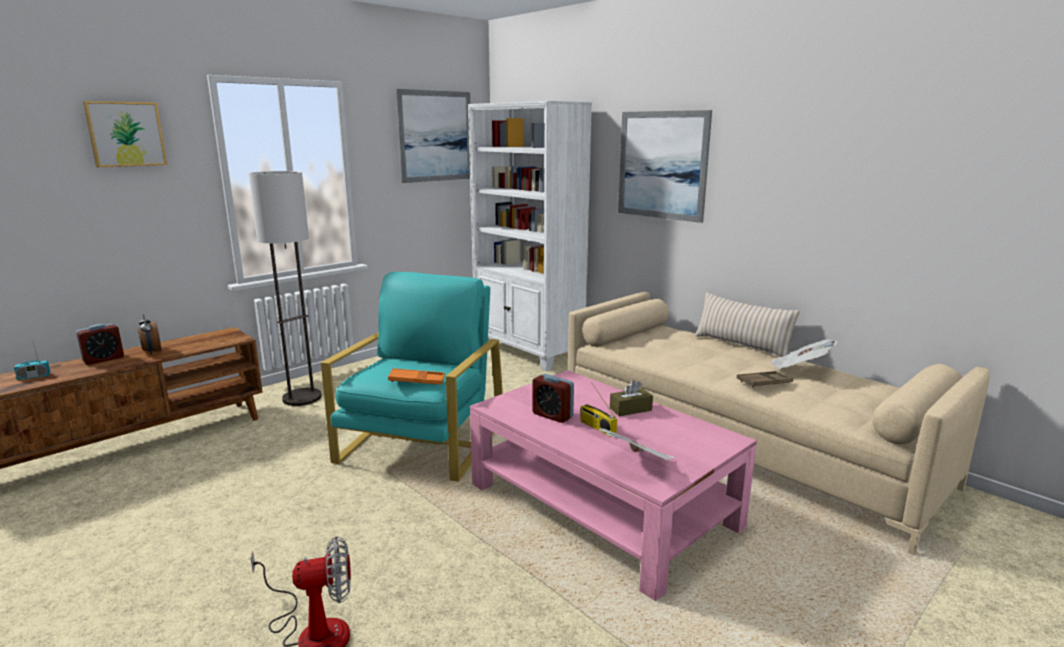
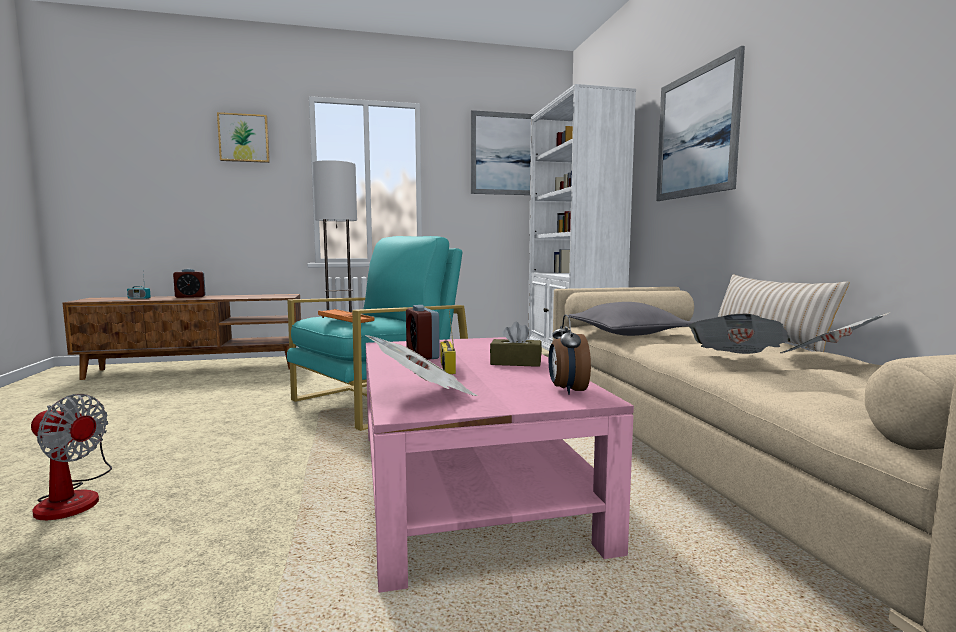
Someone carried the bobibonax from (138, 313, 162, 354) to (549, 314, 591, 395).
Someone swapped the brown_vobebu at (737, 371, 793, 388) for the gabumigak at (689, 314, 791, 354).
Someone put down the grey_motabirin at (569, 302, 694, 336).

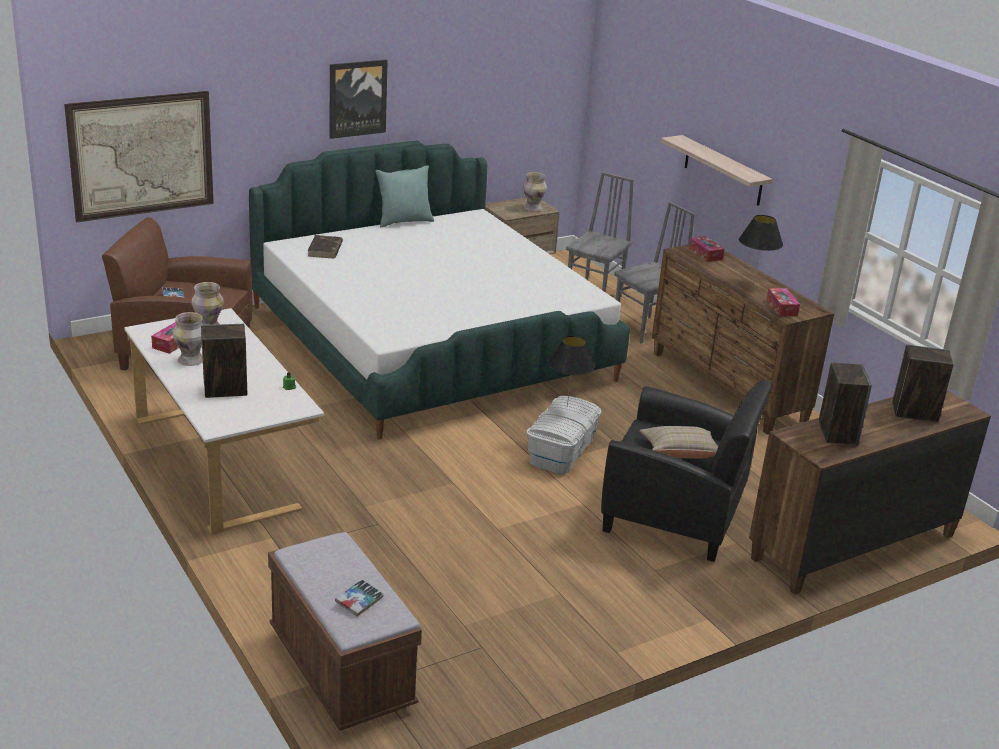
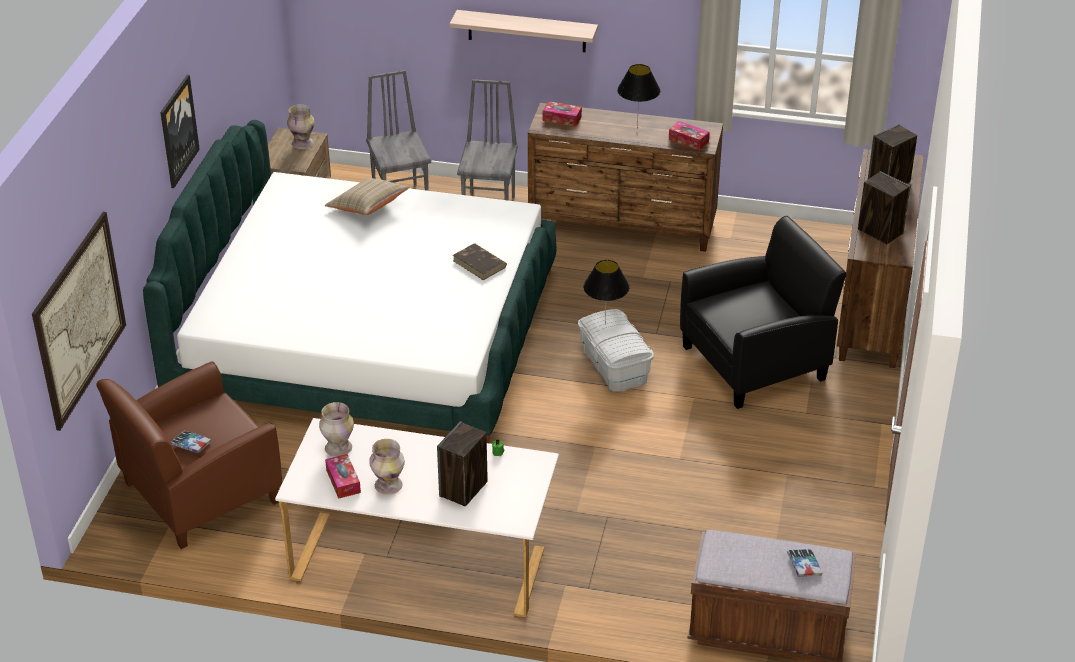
Someone carried the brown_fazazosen from (308, 235, 343, 259) to (453, 243, 507, 280).
Someone took away the turquoise_motabirin at (375, 165, 434, 227).
Someone carried the beige_motabirin from (639, 426, 718, 459) to (325, 178, 410, 215).

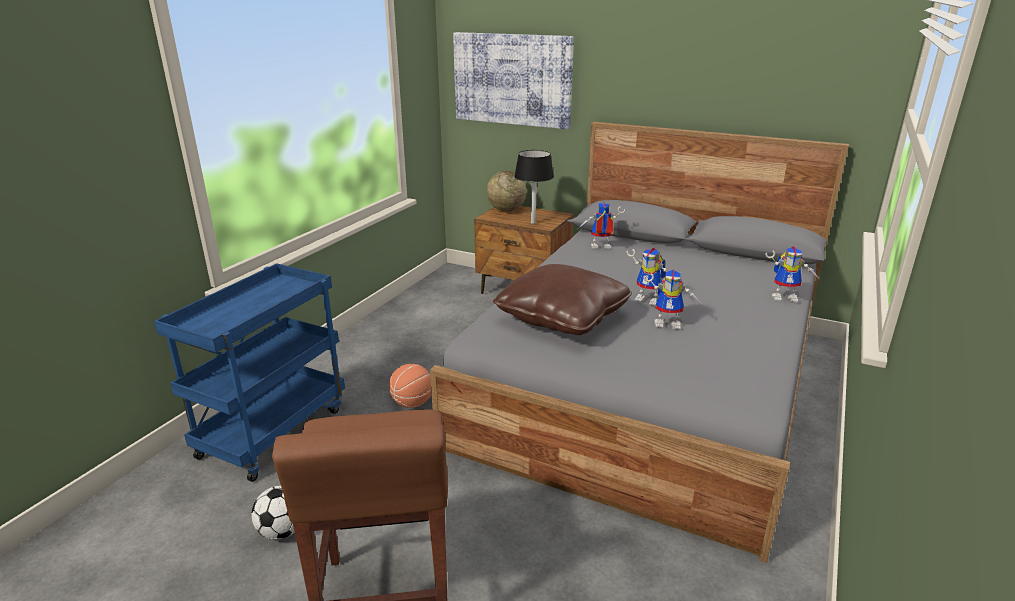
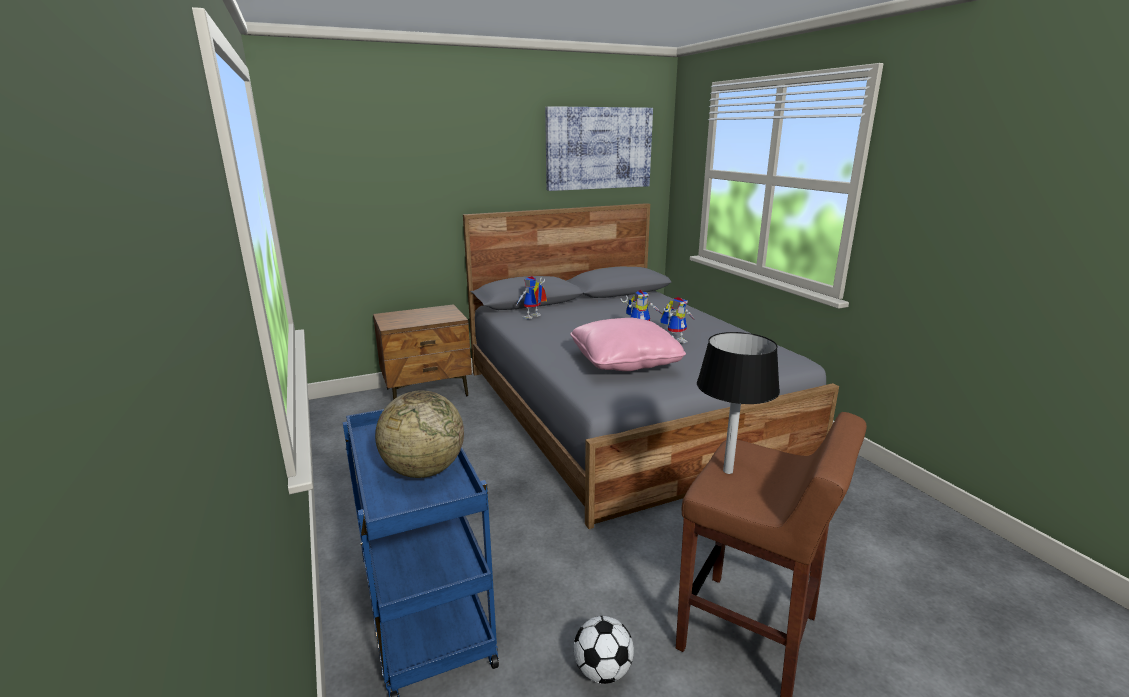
Someone took away the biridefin at (389, 364, 432, 408).
Someone carried the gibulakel from (453, 32, 574, 129) to (545, 106, 653, 191).
Someone carried the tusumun from (487, 171, 527, 212) to (375, 390, 464, 478).
Someone repainted the brown_motabirin at (493, 264, 632, 335), which became the pink_motabirin at (570, 318, 686, 371).
Someone carried the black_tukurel from (514, 150, 554, 224) to (697, 332, 780, 474).
Someone took away the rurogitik at (765, 246, 821, 302).

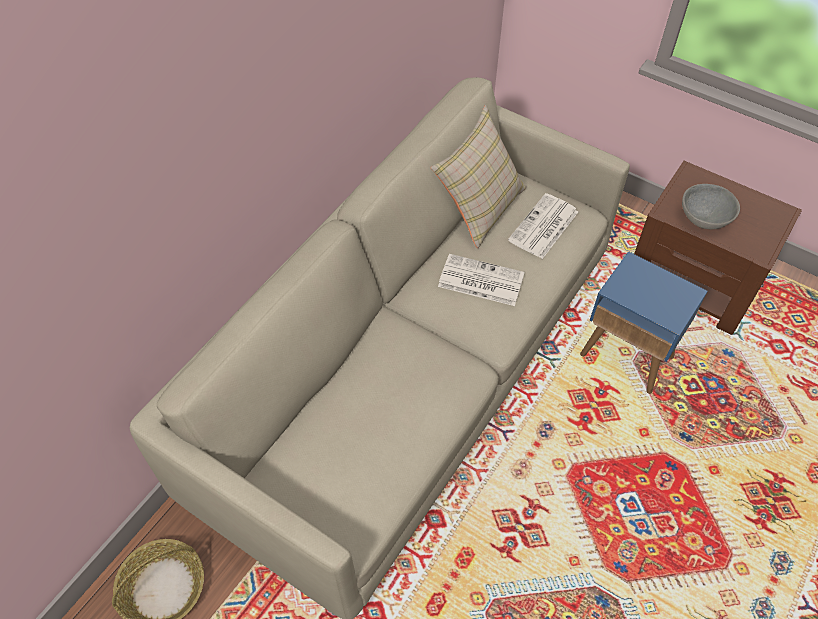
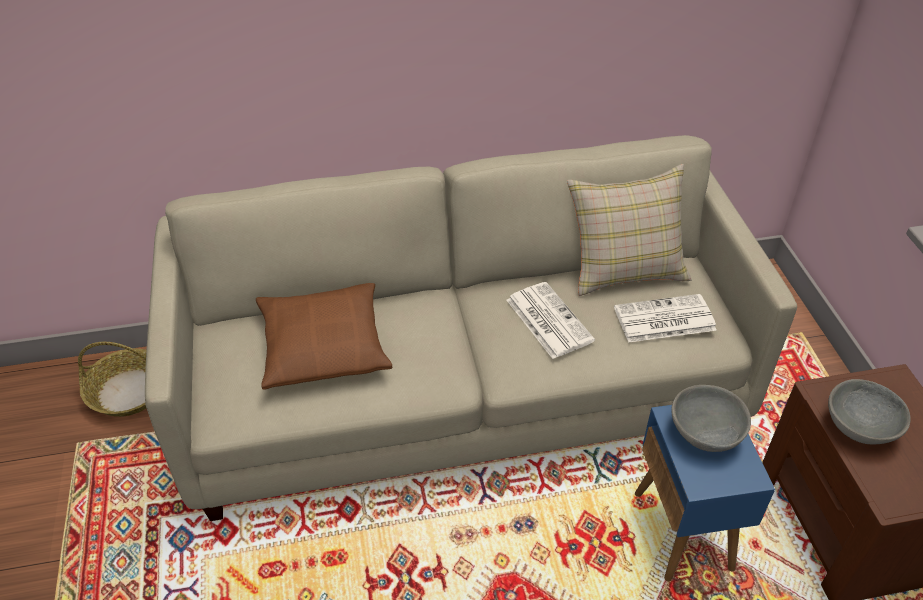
Someone put down the brown_motabirin at (256, 283, 392, 390).
Someone put down the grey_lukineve at (671, 385, 751, 452).

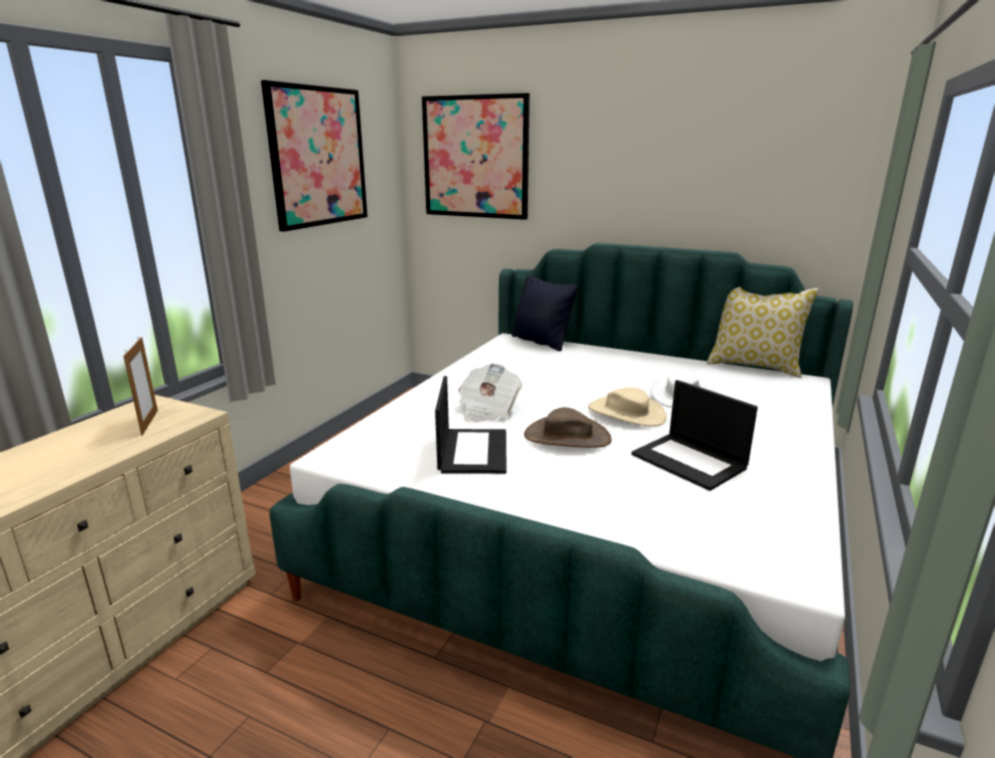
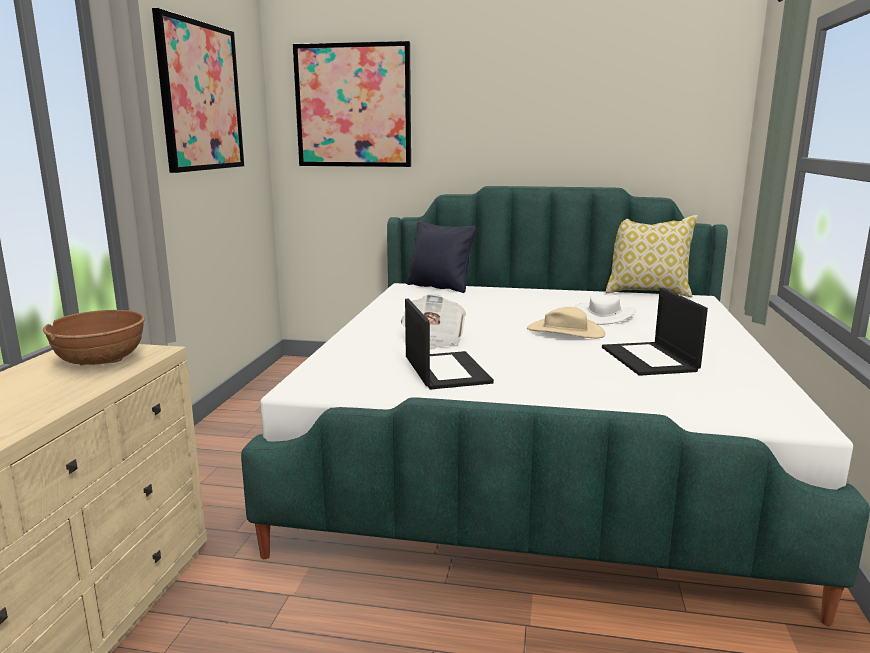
Someone swapped the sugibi at (123, 337, 158, 436) for the brown_lukineve at (43, 310, 145, 366).
Someone took away the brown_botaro at (524, 407, 612, 448).
Someone rotated the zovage at (631, 380, 758, 491) by 45 degrees clockwise.

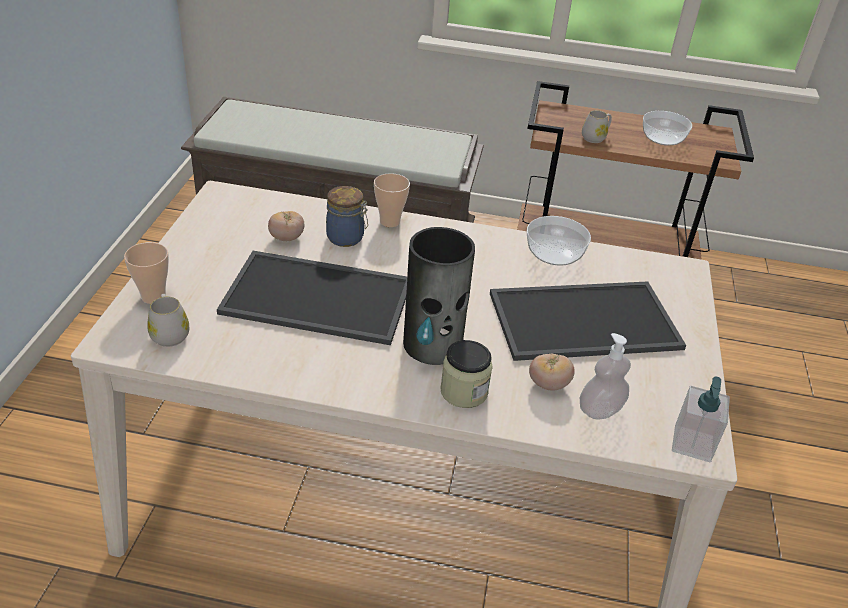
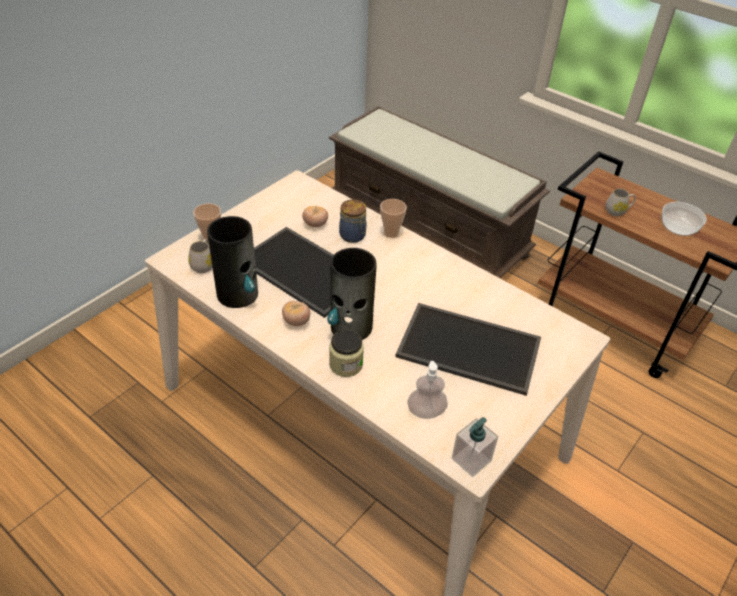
Someone took away the lukineve at (527, 216, 591, 266).
Someone carried the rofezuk from (529, 354, 575, 391) to (282, 301, 310, 326).
Someone put down the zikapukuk at (207, 216, 258, 308).

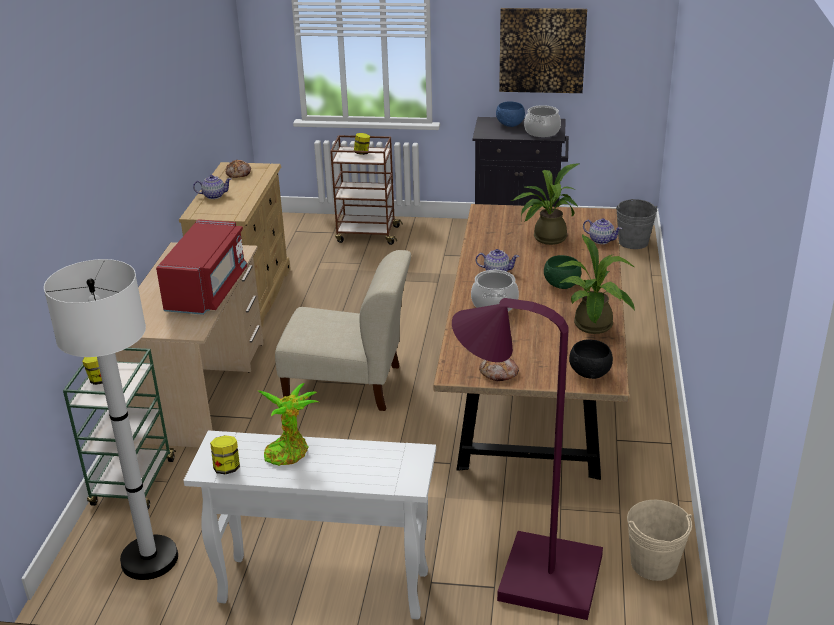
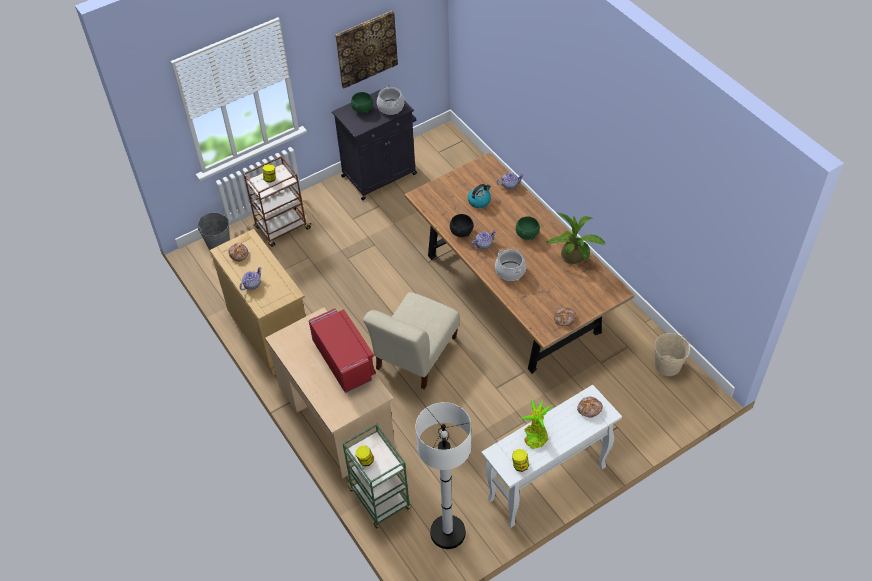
Someone rotated the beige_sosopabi at (275, 250, 411, 411) by 150 degrees clockwise.
Someone took away the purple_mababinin at (452, 298, 603, 620).
Someone repainted the blue_lukineve at (496, 102, 525, 127), which became the green_lukineve at (351, 92, 373, 113).
Someone swapped the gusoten at (511, 164, 579, 245) for the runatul at (468, 184, 491, 208).
Someone carried the black_lukineve from (569, 339, 613, 379) to (450, 214, 473, 237).
Someone carried the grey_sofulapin from (616, 199, 657, 249) to (197, 212, 230, 250).
Someone put down the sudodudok at (577, 397, 603, 417).

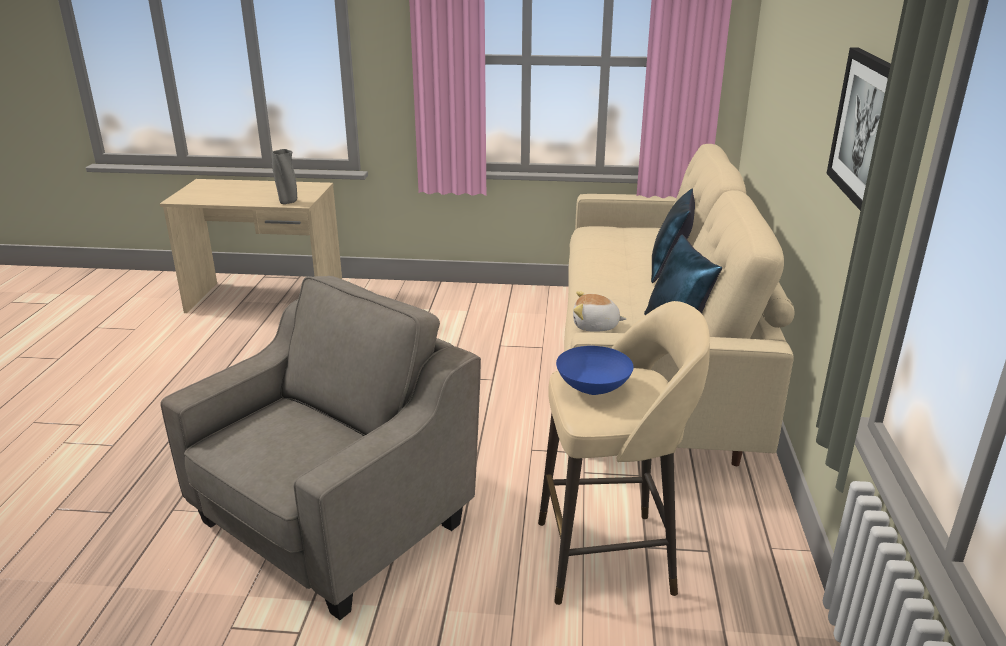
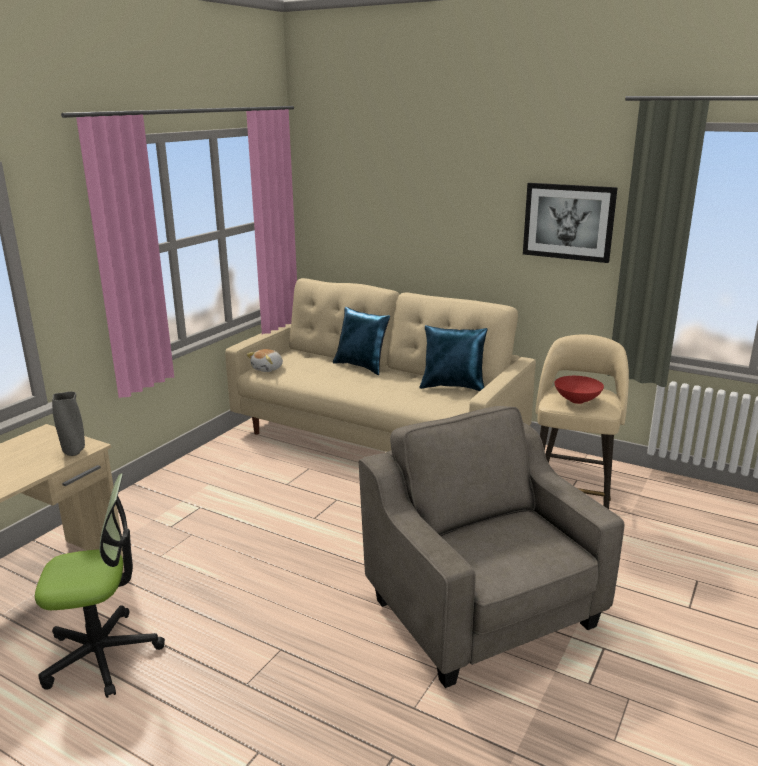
Someone repainted the blue_lukineve at (556, 346, 633, 395), which became the red_lukineve at (554, 376, 604, 404).
Someone carried the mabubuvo from (573, 291, 627, 332) to (247, 349, 283, 372).
Someone put down the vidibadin at (35, 473, 165, 698).

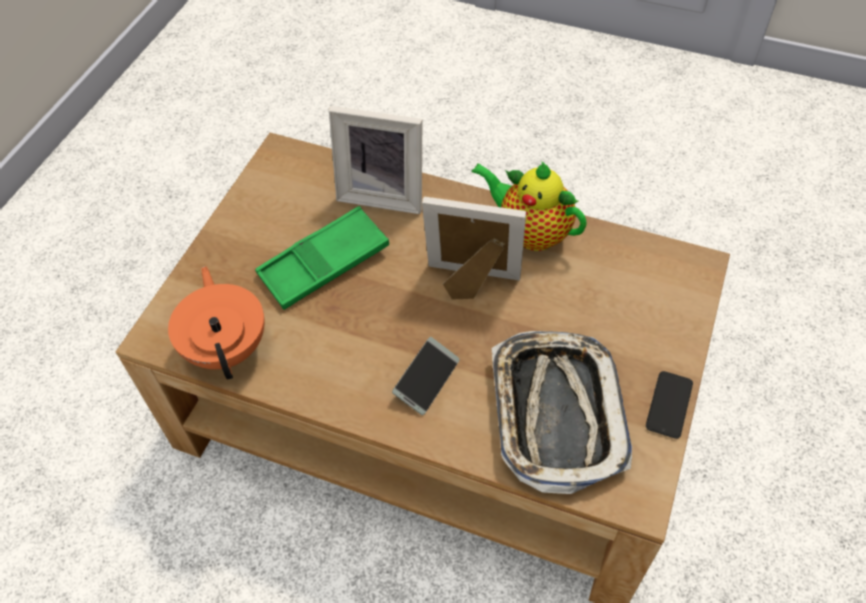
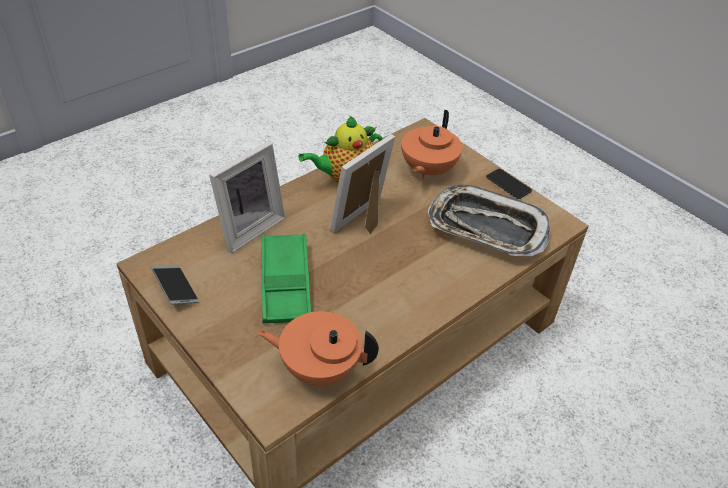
Someone carried the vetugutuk from (392, 337, 460, 415) to (151, 265, 199, 305).
Someone put down the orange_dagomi at (401, 109, 463, 179).

